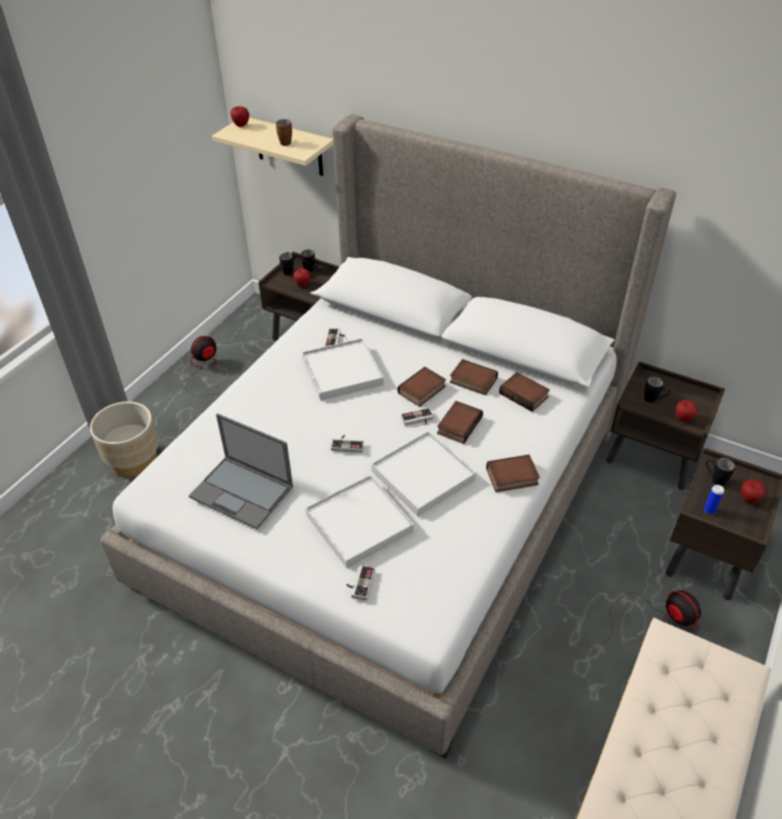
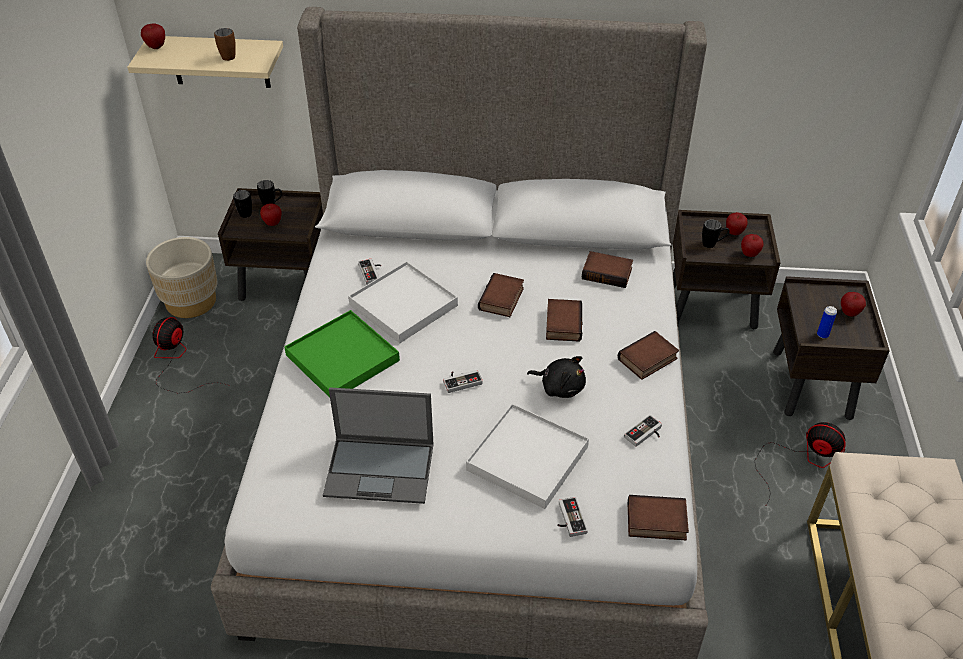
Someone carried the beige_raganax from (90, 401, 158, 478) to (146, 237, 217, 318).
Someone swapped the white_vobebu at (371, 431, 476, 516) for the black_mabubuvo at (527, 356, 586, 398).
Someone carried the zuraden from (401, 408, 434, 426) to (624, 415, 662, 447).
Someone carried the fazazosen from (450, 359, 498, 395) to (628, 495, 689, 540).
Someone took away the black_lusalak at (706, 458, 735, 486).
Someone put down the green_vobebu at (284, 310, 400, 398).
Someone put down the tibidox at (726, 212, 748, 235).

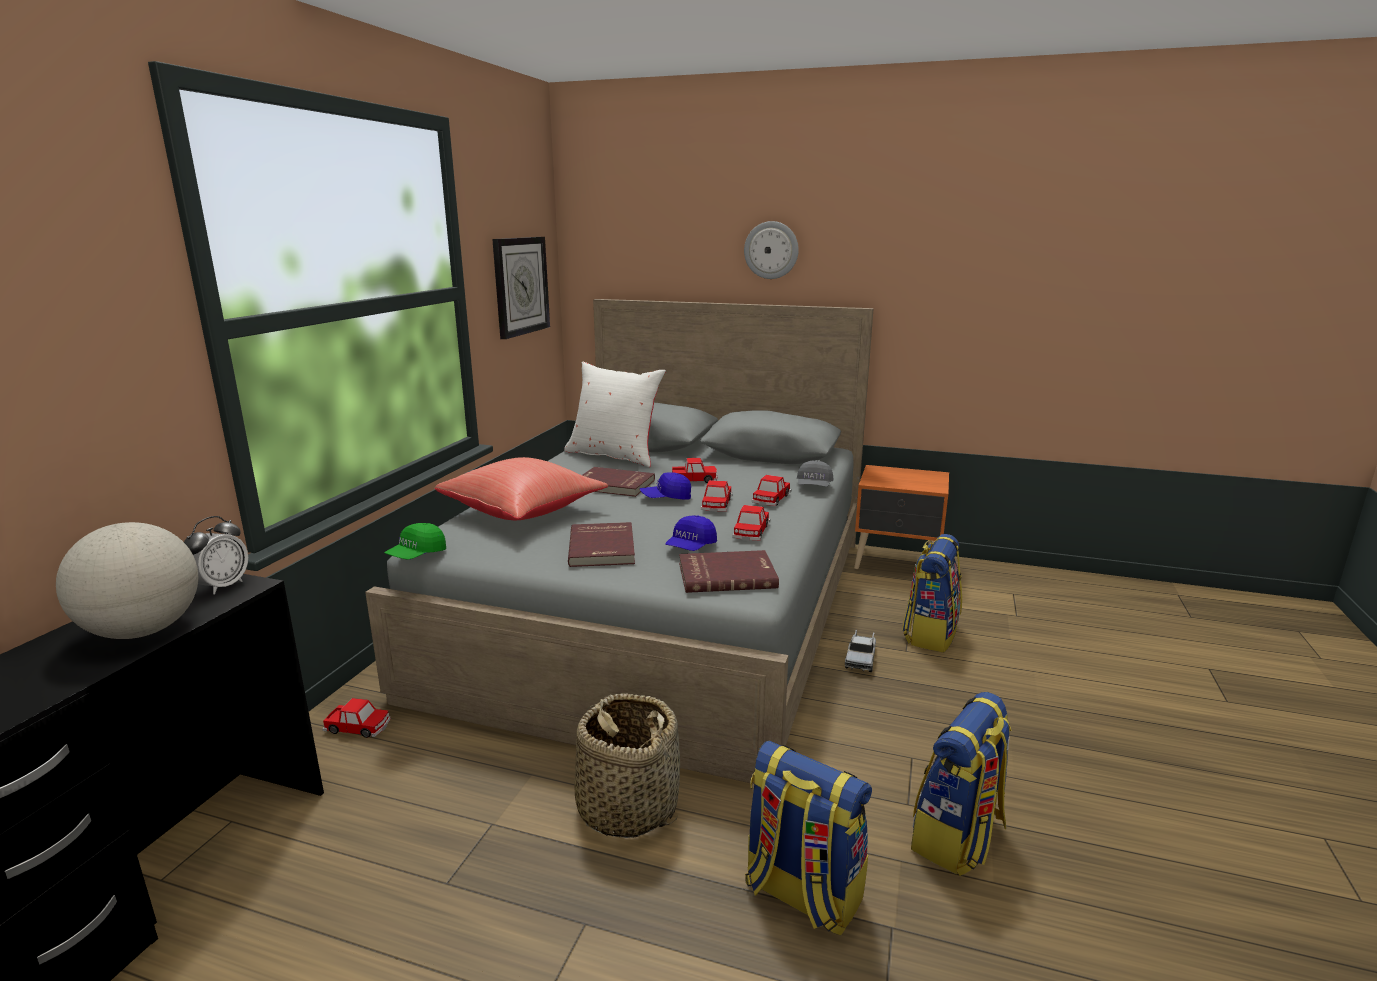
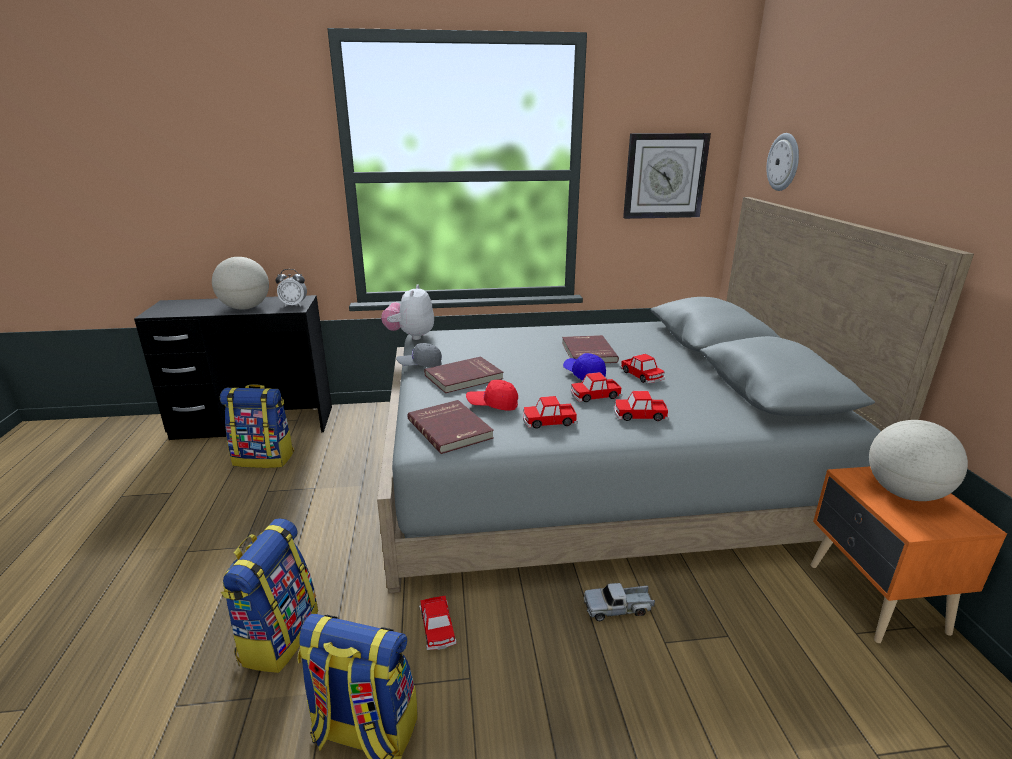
Someone carried the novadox from (323, 698, 391, 738) to (419, 596, 456, 650).
Someone swapped the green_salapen at (384, 523, 446, 560) for the mabubuvo at (381, 285, 434, 340).
Someone took away the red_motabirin at (435, 457, 608, 520).
Someone took away the white_motabirin at (564, 362, 666, 467).
Someone took away the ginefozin at (574, 693, 680, 838).
Someone repainted the blue_salapen at (665, 515, 717, 551), which became the red_salapen at (466, 380, 518, 410).
Someone carried the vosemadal from (744, 221, 799, 279) to (767, 133, 799, 191).
Someone carried the grey_salapen from (797, 460, 834, 487) to (396, 343, 442, 367).
Someone carried the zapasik from (902, 534, 962, 653) to (220, 384, 294, 468).
Someone put down the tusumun at (869, 420, 968, 501).

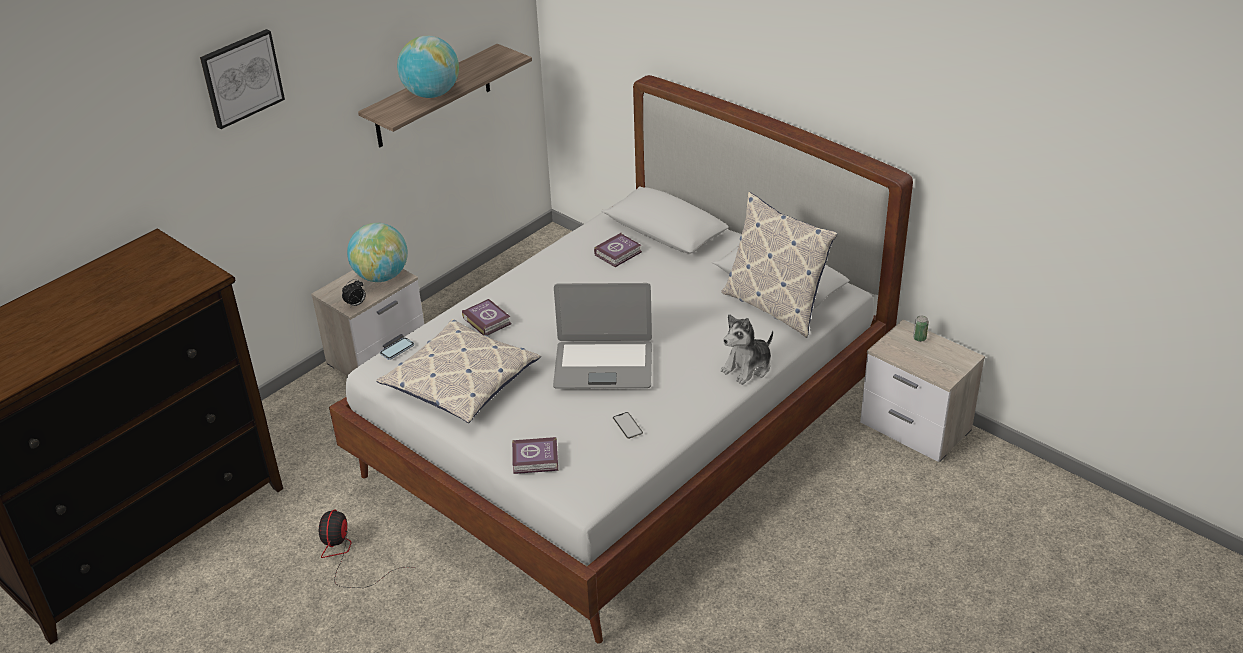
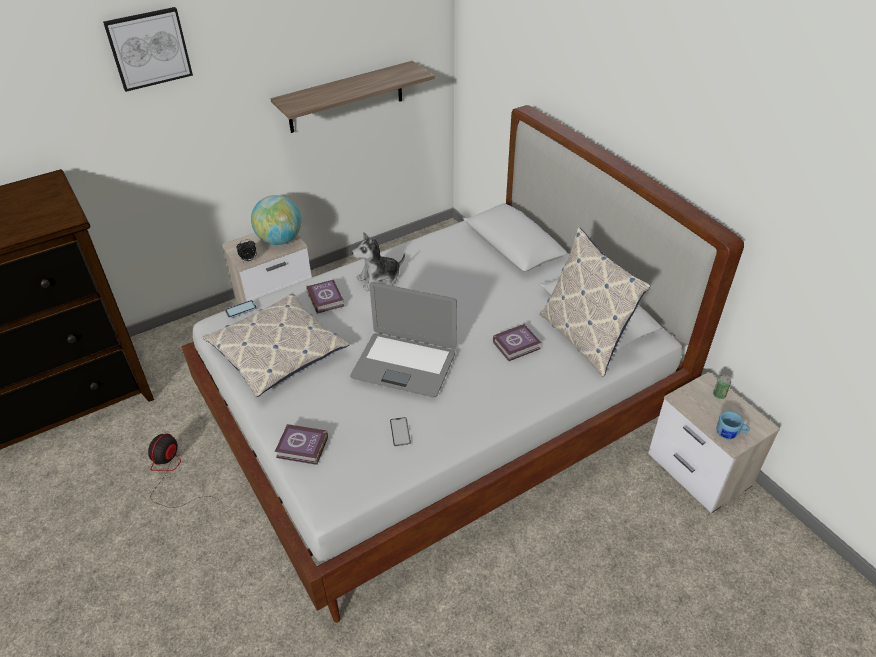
Someone took away the tusumun at (397, 36, 459, 98).
Someone carried the fazazosen from (594, 233, 642, 267) to (493, 324, 541, 361).
Someone carried the mabubuvo from (721, 314, 773, 385) to (352, 232, 405, 291).
Someone put down the blue_lusalak at (717, 411, 750, 439).

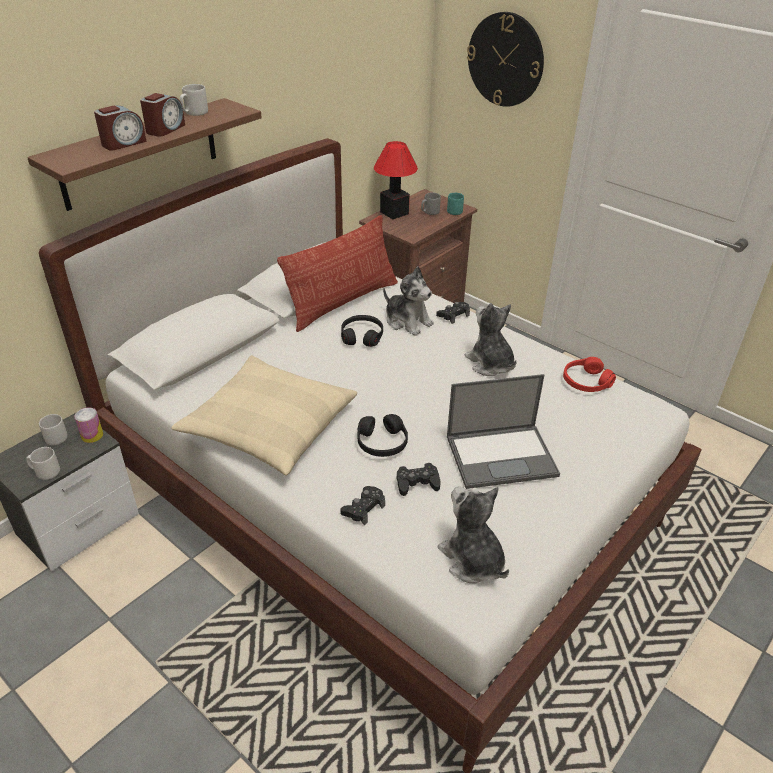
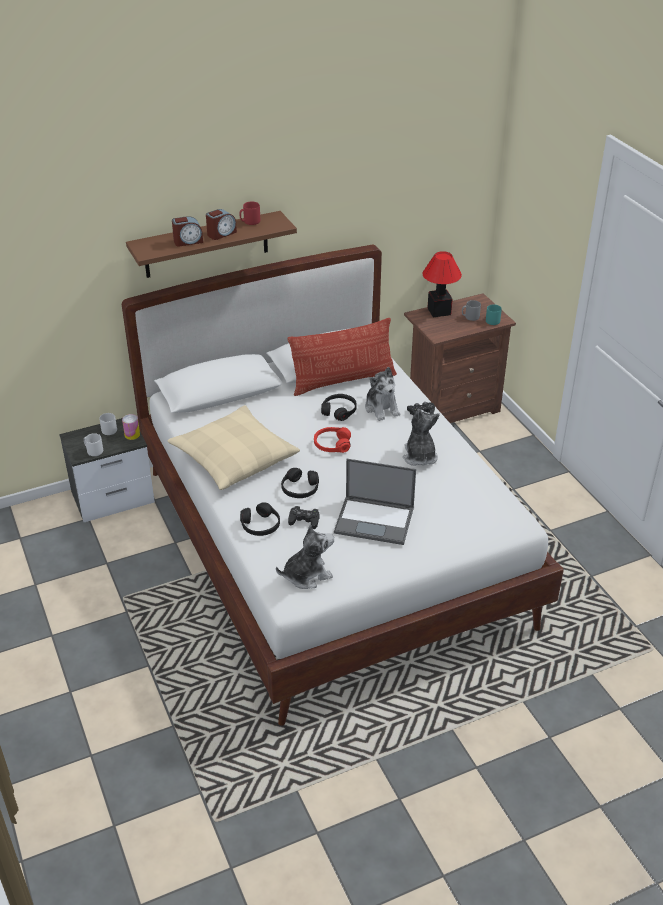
Someone repainted the grey_lusalak at (180, 84, 208, 116), which became the red_lusalak at (239, 202, 260, 225).
Someone swapped the black_zuraden at (340, 486, 385, 525) for the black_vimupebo at (240, 502, 280, 536).
Someone rotated the mabubuvo at (438, 486, 509, 584) by 75 degrees clockwise.
Someone took away the vosemadal at (467, 12, 544, 107).
Someone carried the red_vimupebo from (563, 357, 616, 392) to (314, 427, 351, 453).

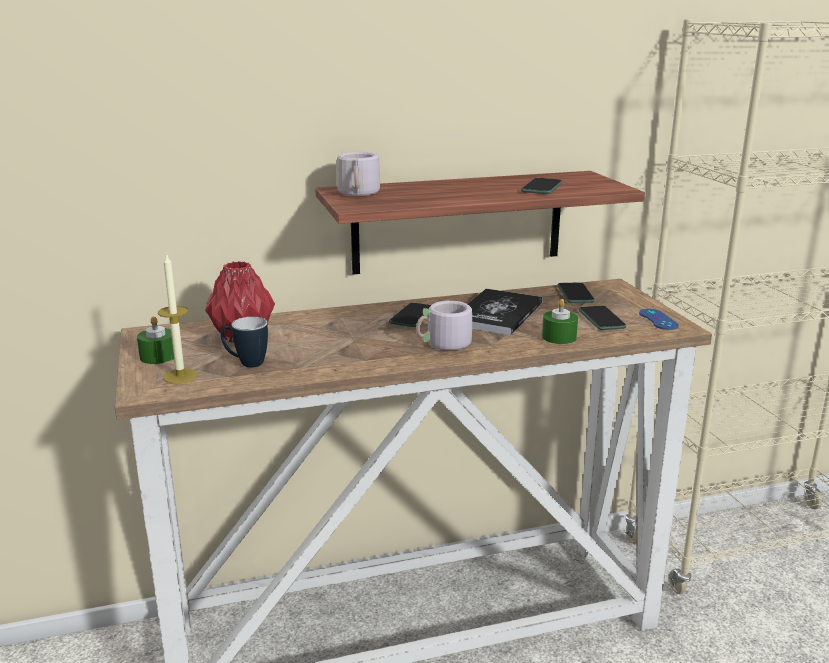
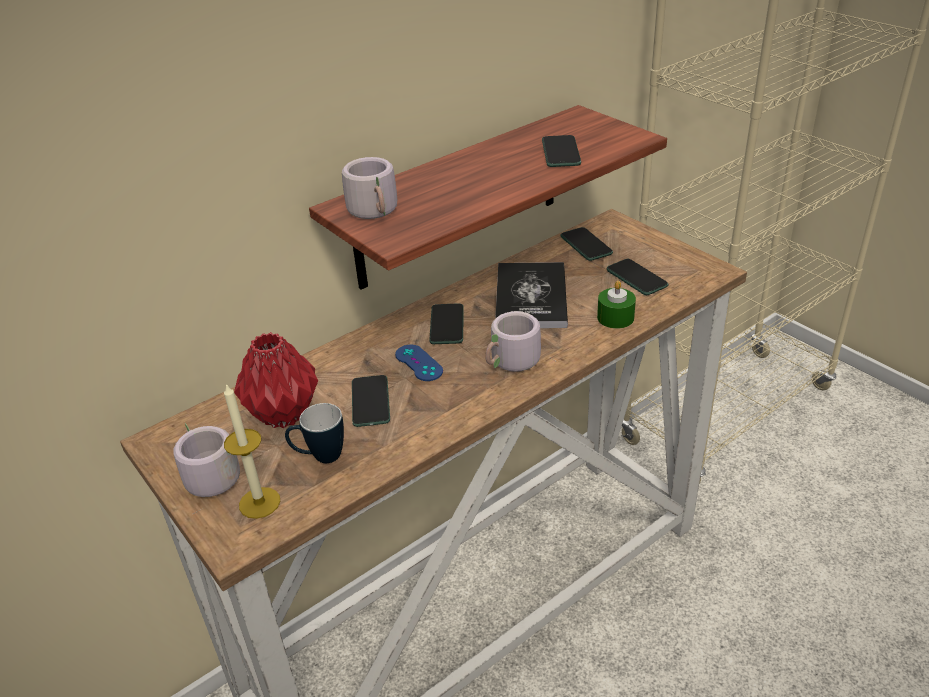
Someone swapped the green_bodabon at (137, 316, 174, 364) for the grey_lusalak at (174, 423, 240, 514).
Someone carried the blue_zuraden from (639, 309, 679, 330) to (395, 345, 443, 381).
Someone put down the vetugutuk at (352, 375, 390, 427).

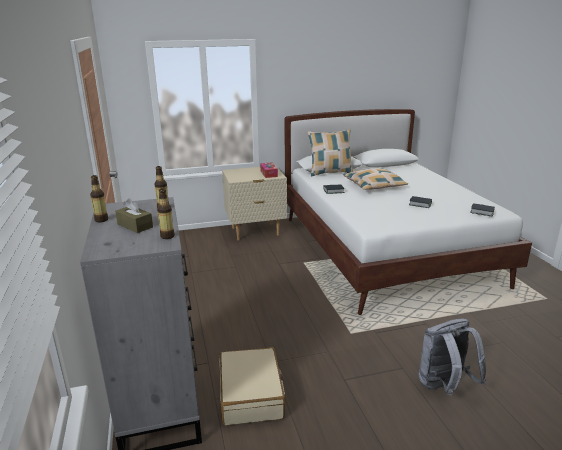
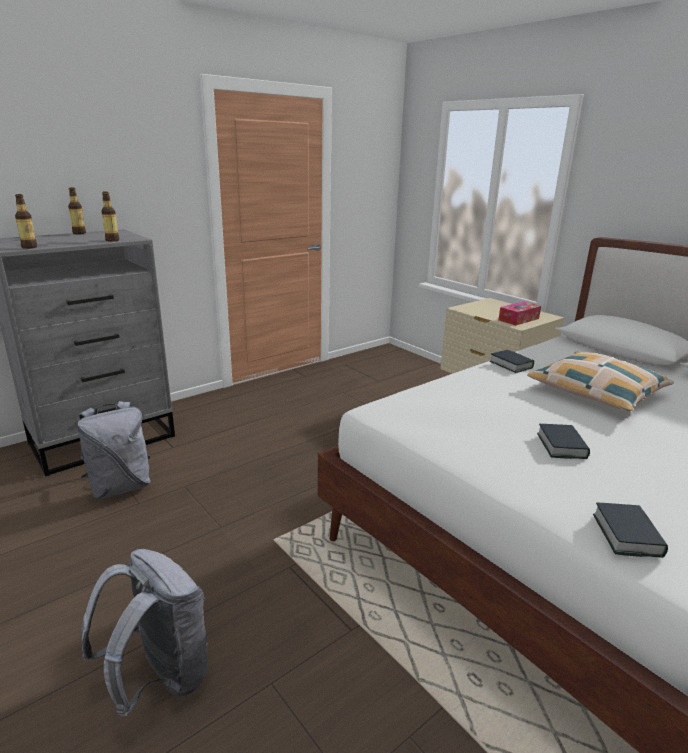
Someone took away the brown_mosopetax at (115, 198, 153, 233).
Someone swapped the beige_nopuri at (219, 347, 285, 426) for the grey_zapasik at (78, 401, 150, 499).
Someone took away the motabirin at (308, 129, 353, 177).

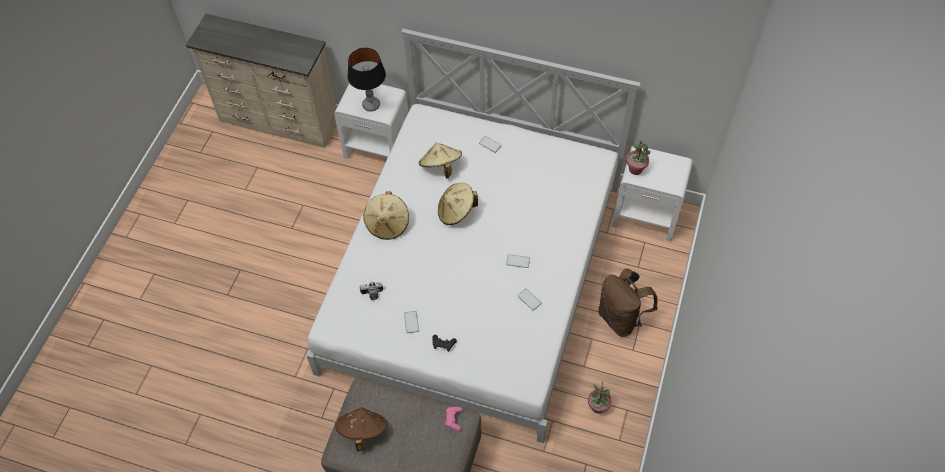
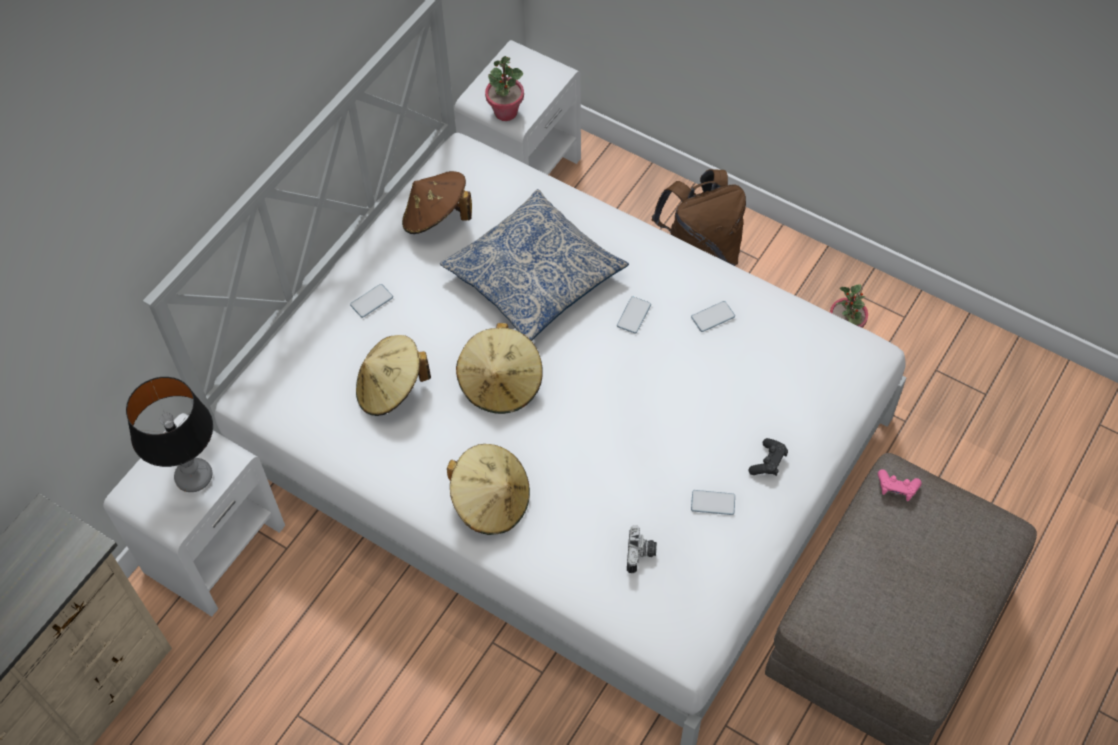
Someone carried the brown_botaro from (335, 407, 388, 452) to (402, 171, 472, 234).
Someone put down the motabirin at (440, 189, 629, 341).

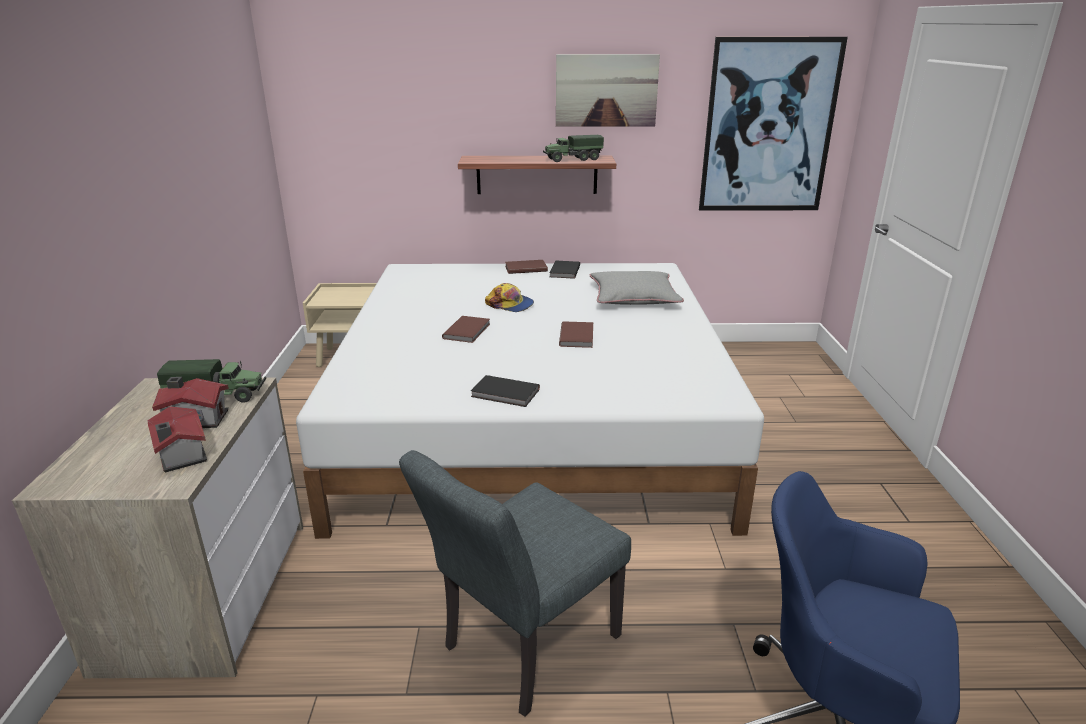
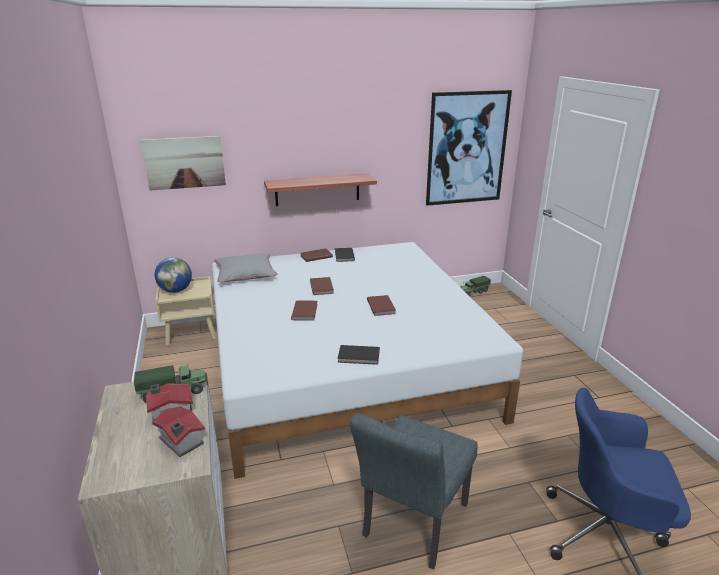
Someone swapped the salapen at (485, 283, 534, 312) for the brown_fazazosen at (310, 277, 334, 295).
Someone carried the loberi from (543, 135, 604, 162) to (460, 276, 491, 296).
Someone carried the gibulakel from (556, 54, 660, 127) to (141, 136, 226, 190).
Someone carried the grey_motabirin from (590, 271, 684, 305) to (214, 253, 277, 282).
Someone put down the tusumun at (155, 257, 192, 293).

